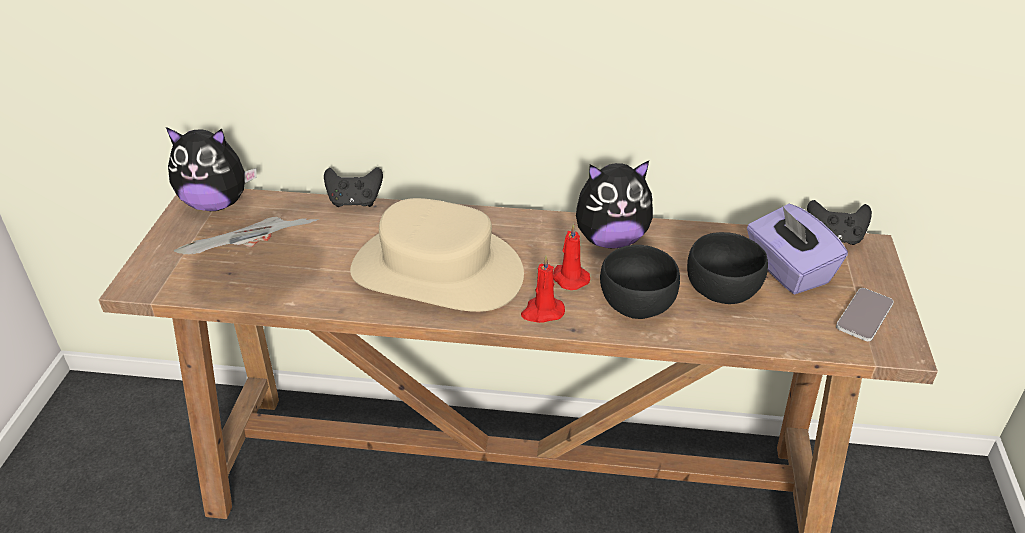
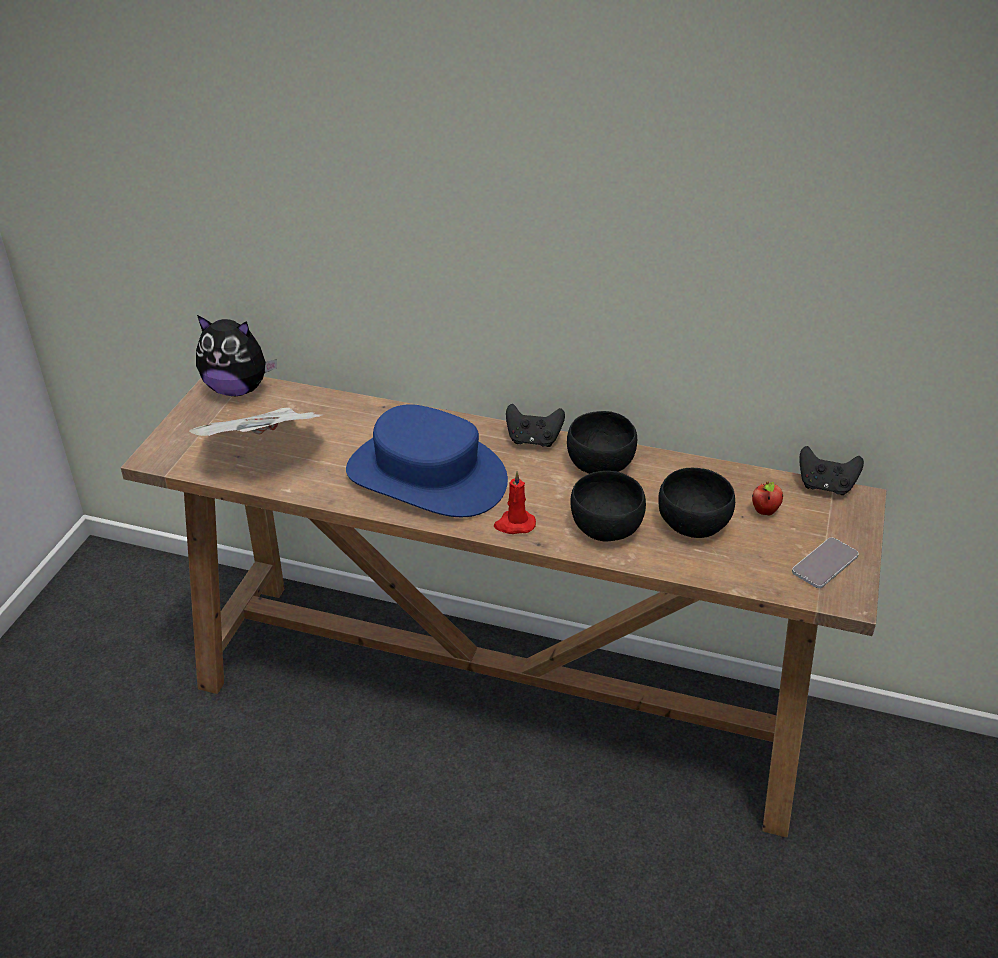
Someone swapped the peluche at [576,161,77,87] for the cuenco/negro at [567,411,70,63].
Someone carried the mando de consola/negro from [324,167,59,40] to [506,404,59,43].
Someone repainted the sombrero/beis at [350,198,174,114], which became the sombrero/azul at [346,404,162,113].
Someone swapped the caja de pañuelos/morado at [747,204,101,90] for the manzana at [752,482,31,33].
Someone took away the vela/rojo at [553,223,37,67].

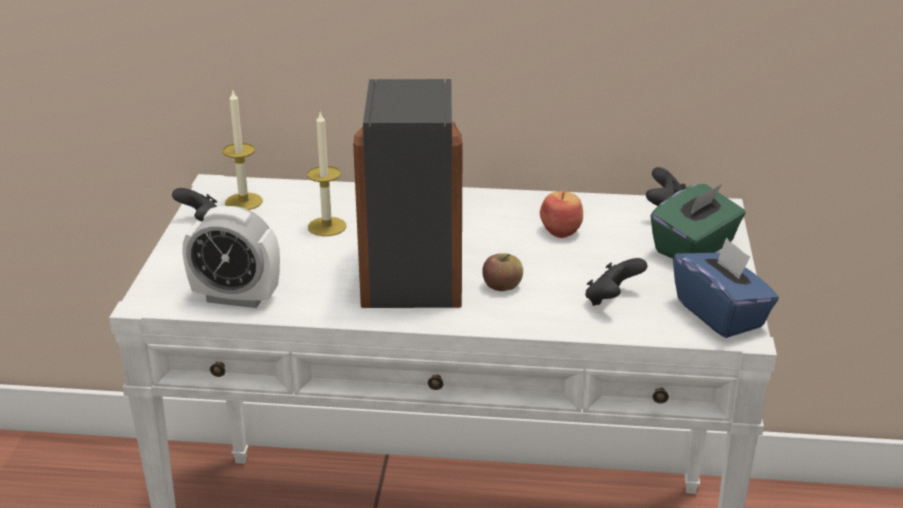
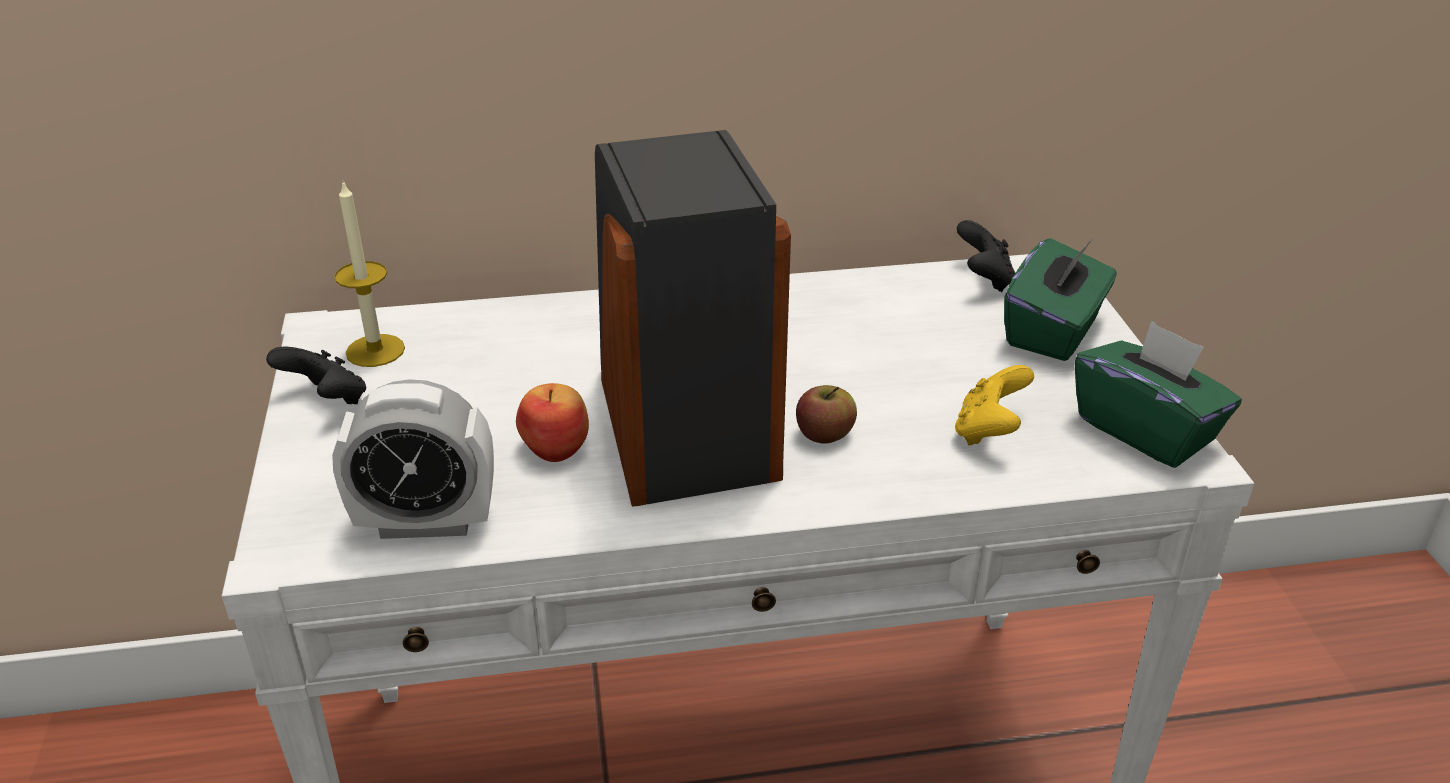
Someone took away the vela at [307,112,39,124].
Someone carried the manzana from [540,191,43,47] to [516,383,73,79].
Someone repainted the caja de pañuelos/azul at [673,237,106,101], which became the caja de pañuelos/verde at [1074,320,168,148].
Someone repainted the mando de consola/negro at [585,258,62,48], which became the mando de consola/amarillo at [955,365,79,81].

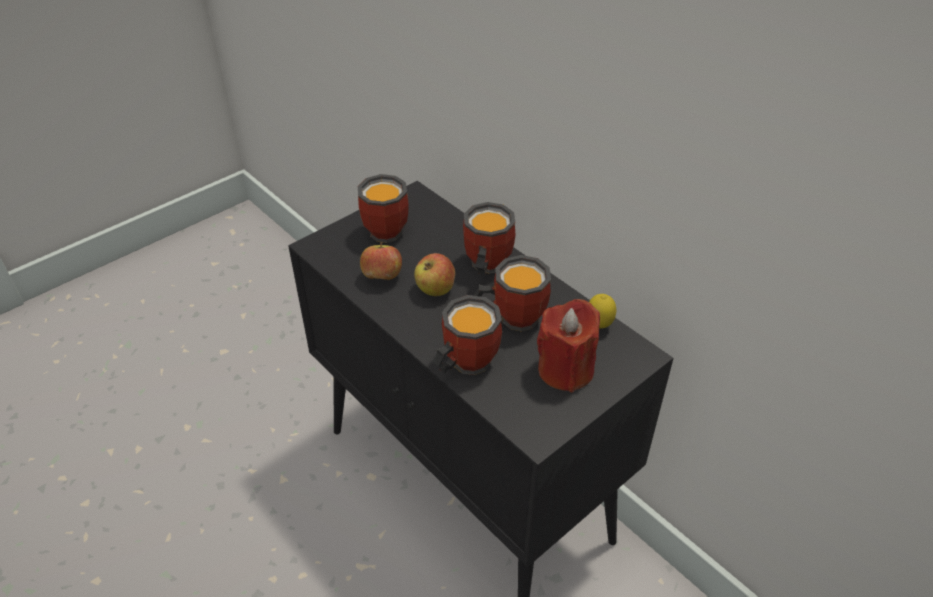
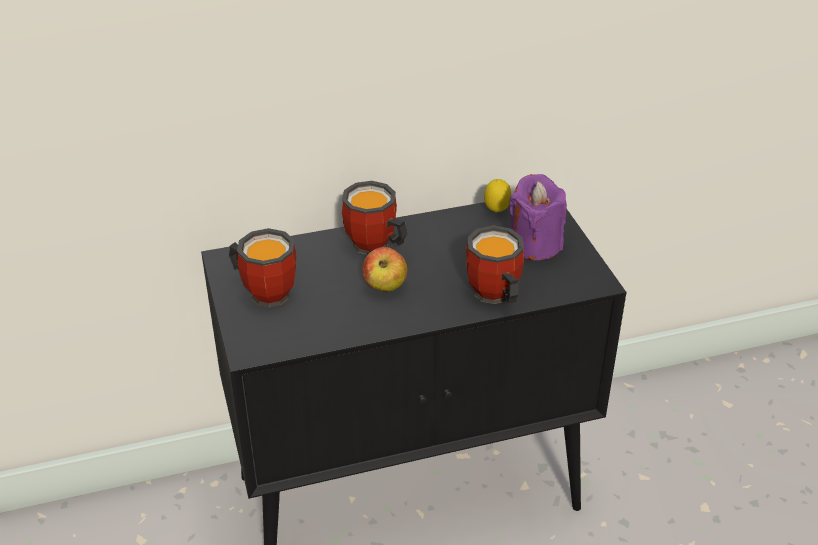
Someone took away the manzana at [360,242,42,38].
Someone took away the taza grande at [474,255,77,76].
Someone repainted the vela/rojo at [537,299,63,93], which became the vela/morado at [509,174,58,86].

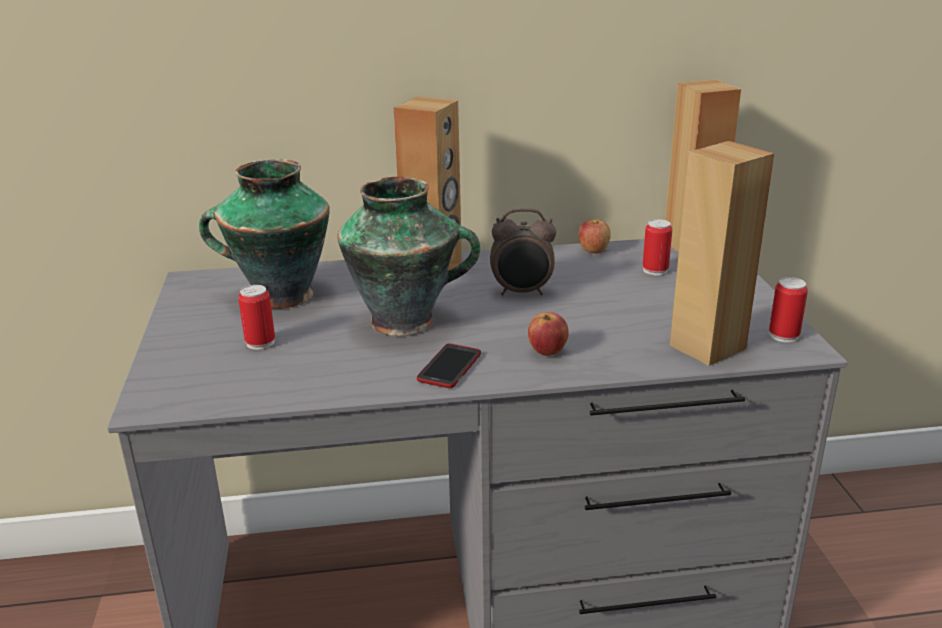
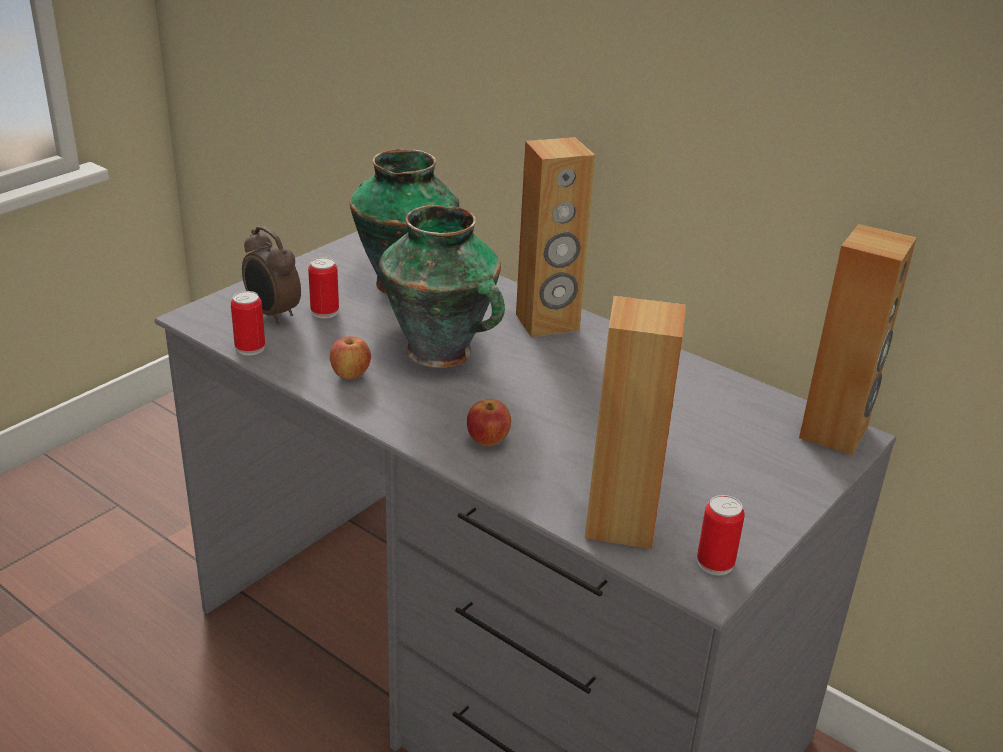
Someone carried the despertador from [490,208,66,88] to [242,226,59,98].
Someone carried the manzana from [578,219,33,34] to [330,336,41,43].
Someone carried the lata from [643,219,29,57] to [231,291,34,65].
Someone took away the móvil at [417,344,64,44].

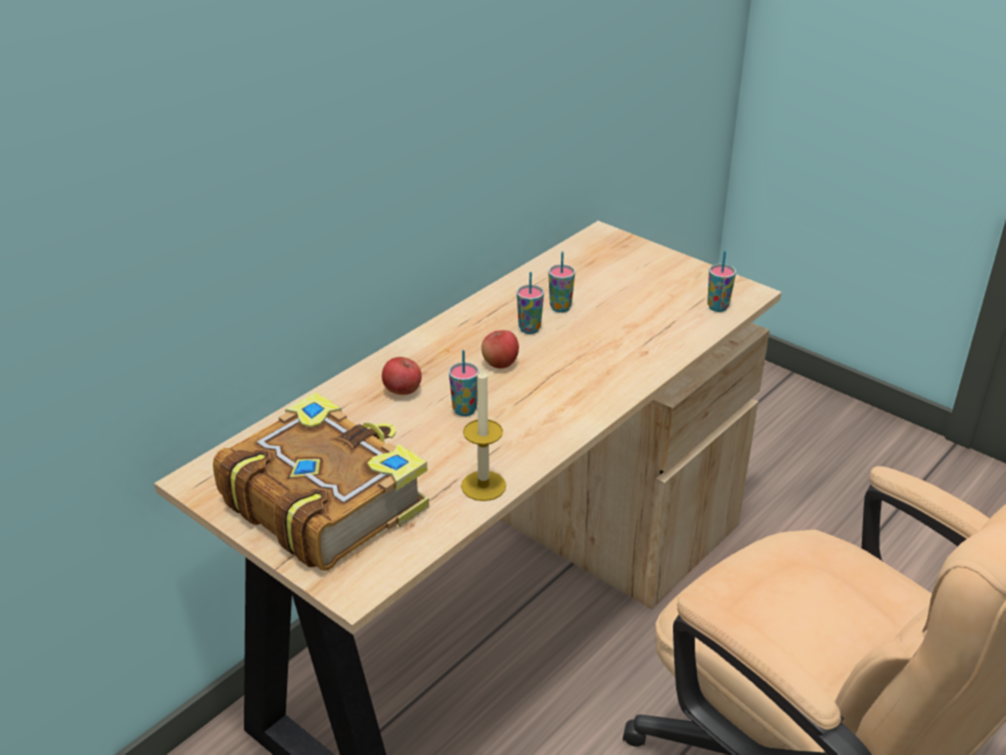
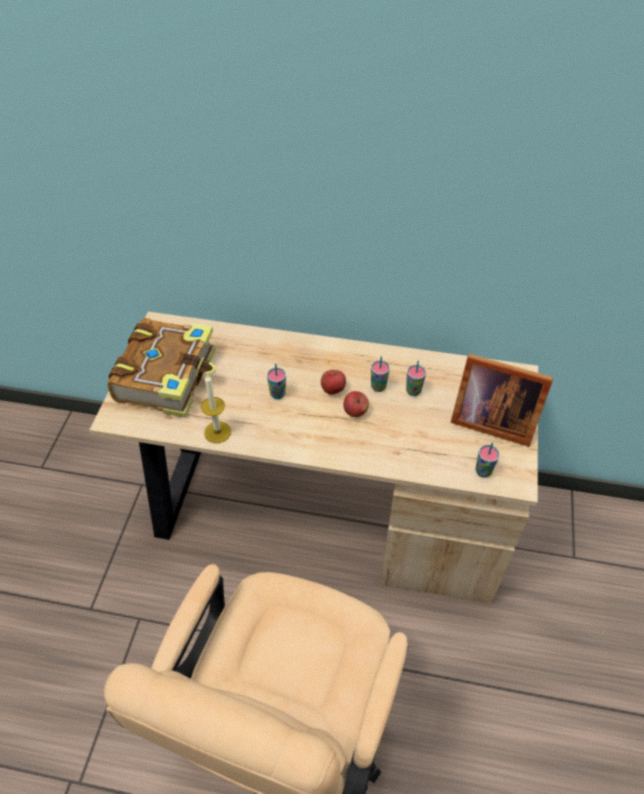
Someone carried the manzana from [382,357,40,38] to [343,391,26,26].
Someone put down the portarretratos at [451,354,102,93].

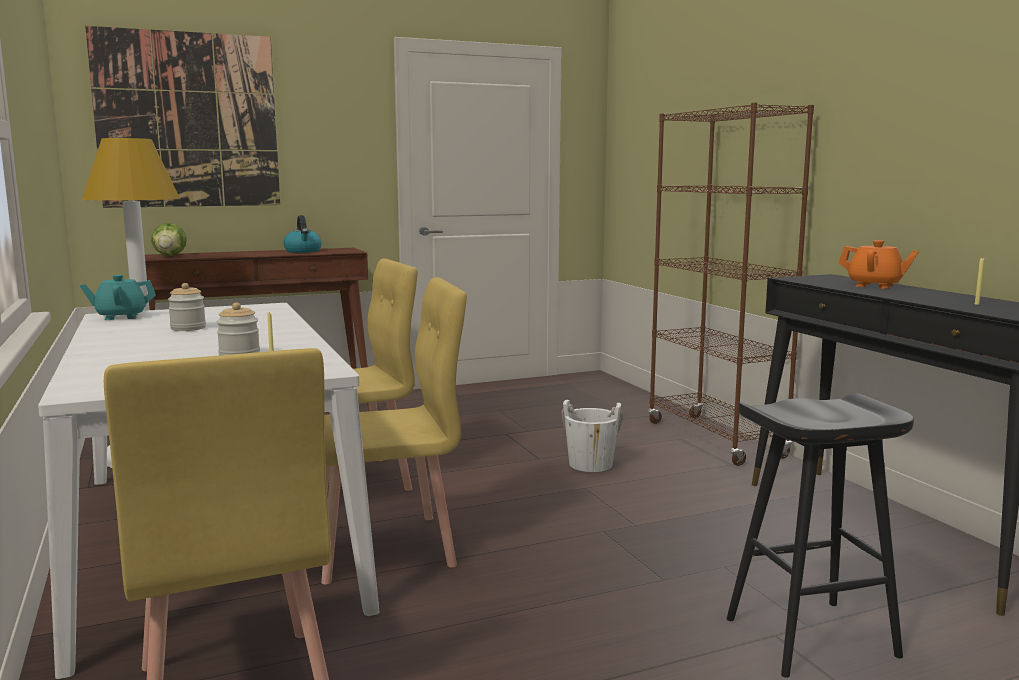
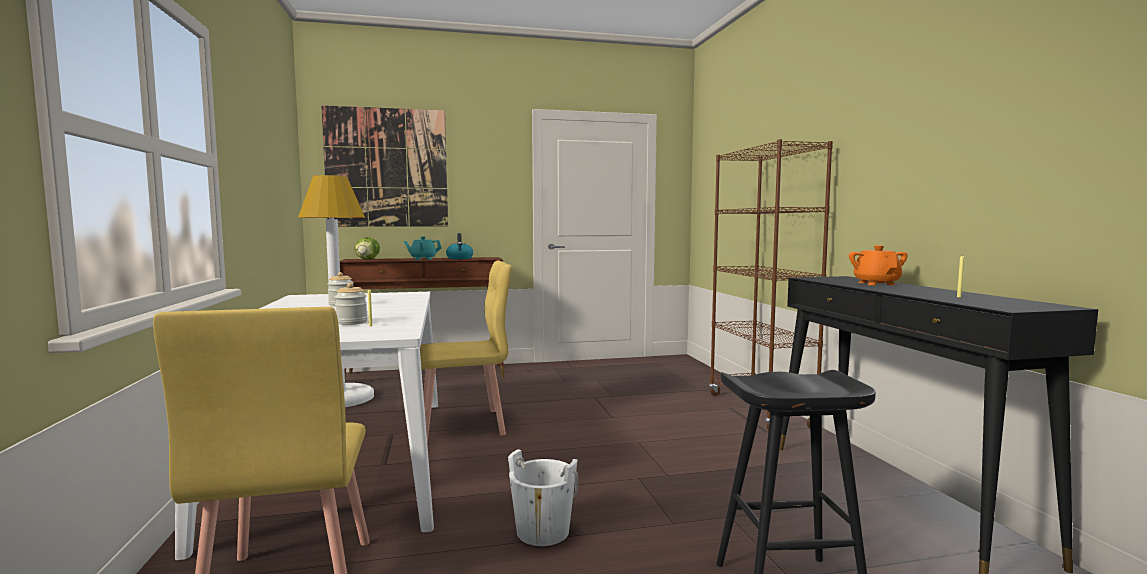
Someone rotated the tetera/naranja at [839,240,80,49] by 135 degrees counterclockwise.
Someone carried the tetera/turquesa from [80,275,76,45] to [404,236,38,24].
Someone took away the silla/amarillo at [321,277,146,308].
Someone carried the cubo/blanco from [562,400,61,72] to [508,449,70,97].

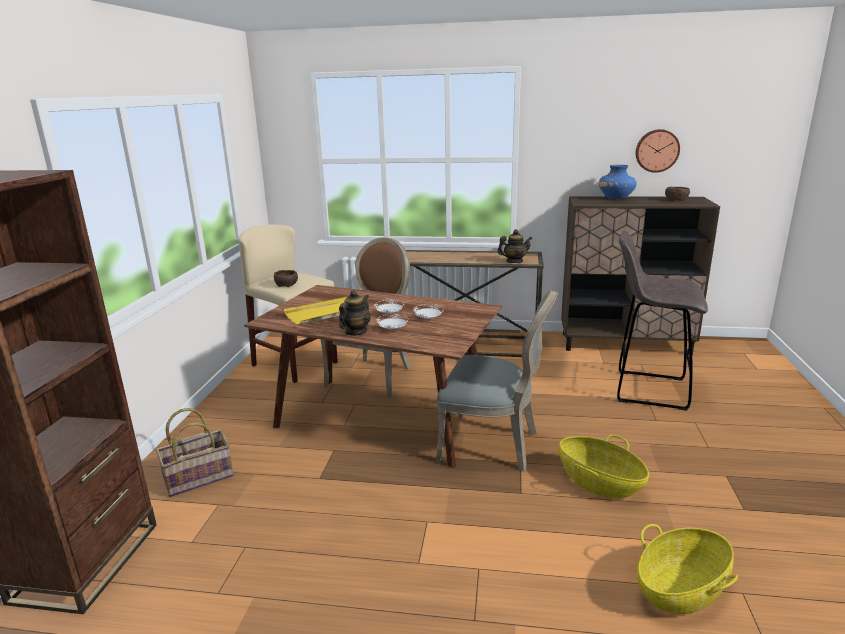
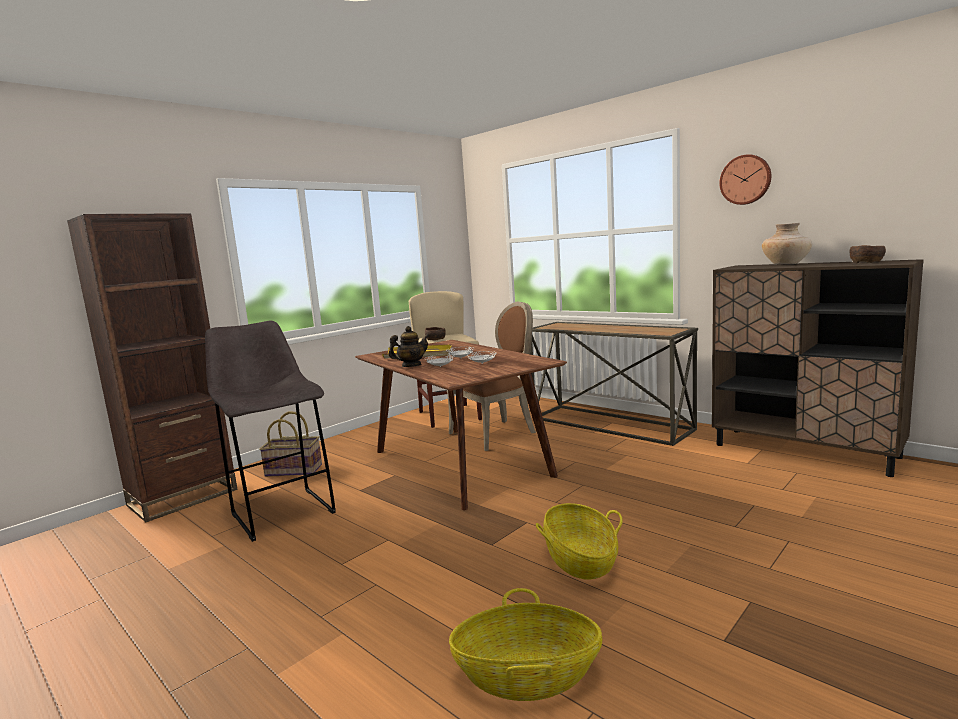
Someone carried the reloj de pared from [635,129,45,44] to [719,154,52,51].
Someone repainted the florero/azul at [599,165,38,34], which became the florero/beis at [762,223,50,41].
Someone took away the tetera at [497,229,36,34].
Someone carried the taburete/gris from [617,230,91,181] to [205,321,131,221].
Someone took away the silla/gris at [436,290,122,181].

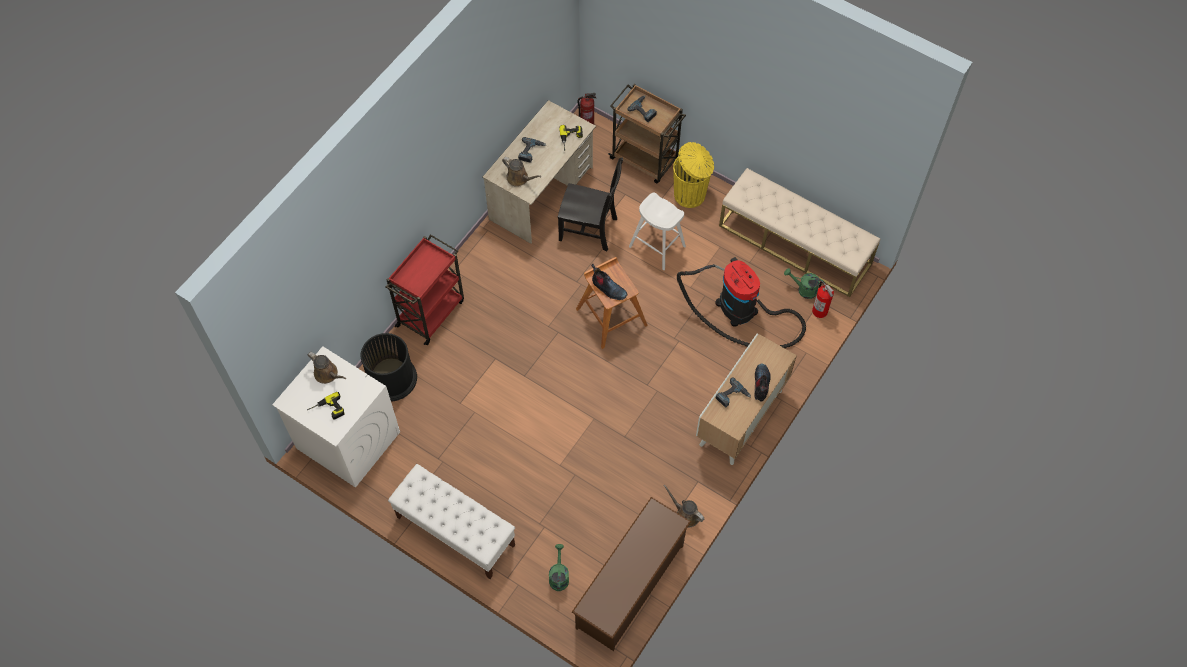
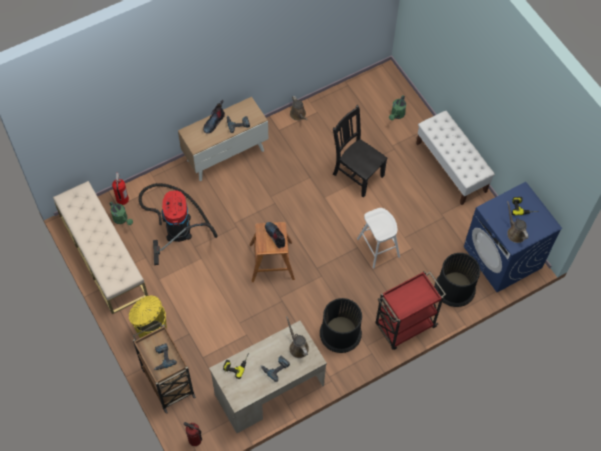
Someone carried the silla/negro from [558,158,65,93] to [333,105,54,92].
Someone carried the taburete/blanco from [629,193,57,77] to [357,208,43,60].
Someone repainted the lavadora/blanco at [272,347,128,141], which became the lavadora/azul at [464,182,99,110].
Someone took away the zapatero/marrón at [572,497,119,154].
Someone put down the papelera/negro at [320,298,42,55].

